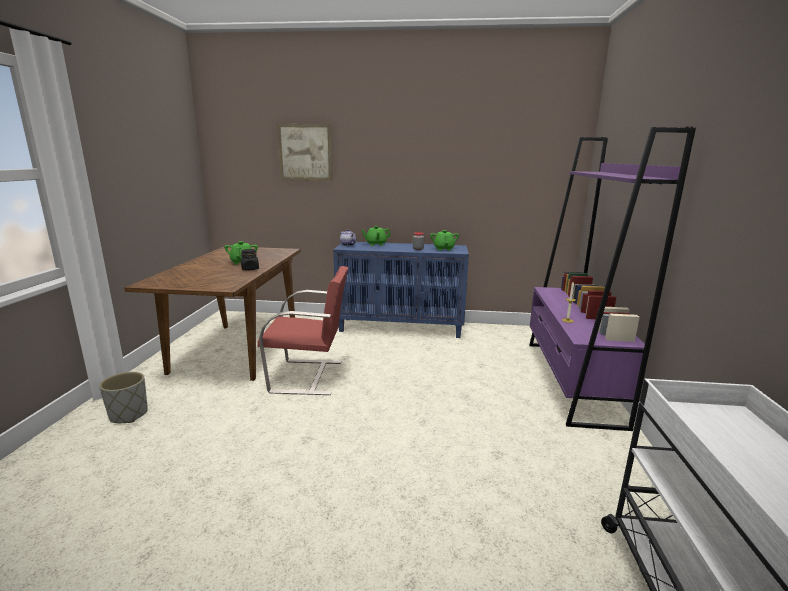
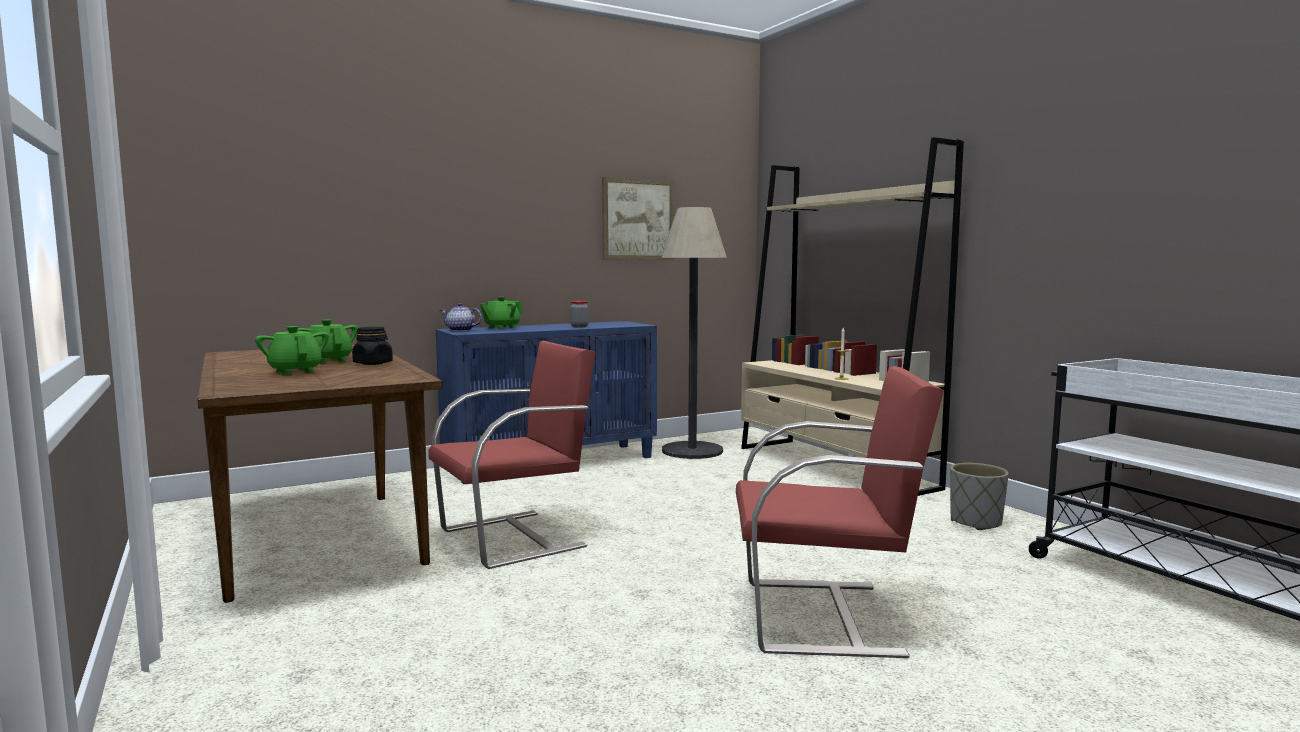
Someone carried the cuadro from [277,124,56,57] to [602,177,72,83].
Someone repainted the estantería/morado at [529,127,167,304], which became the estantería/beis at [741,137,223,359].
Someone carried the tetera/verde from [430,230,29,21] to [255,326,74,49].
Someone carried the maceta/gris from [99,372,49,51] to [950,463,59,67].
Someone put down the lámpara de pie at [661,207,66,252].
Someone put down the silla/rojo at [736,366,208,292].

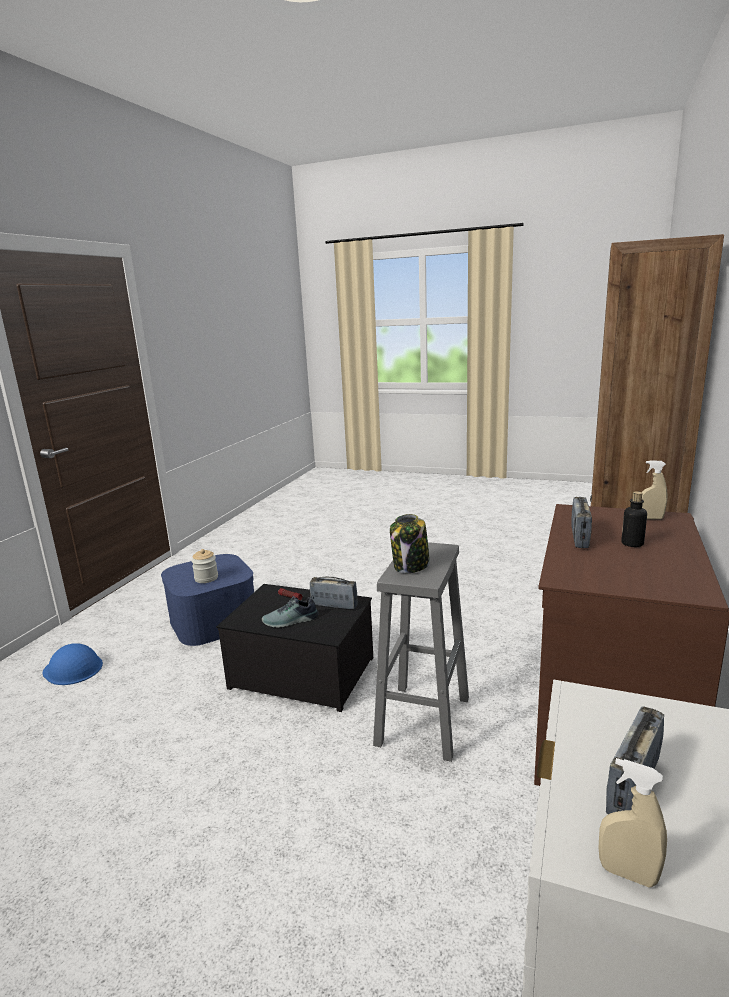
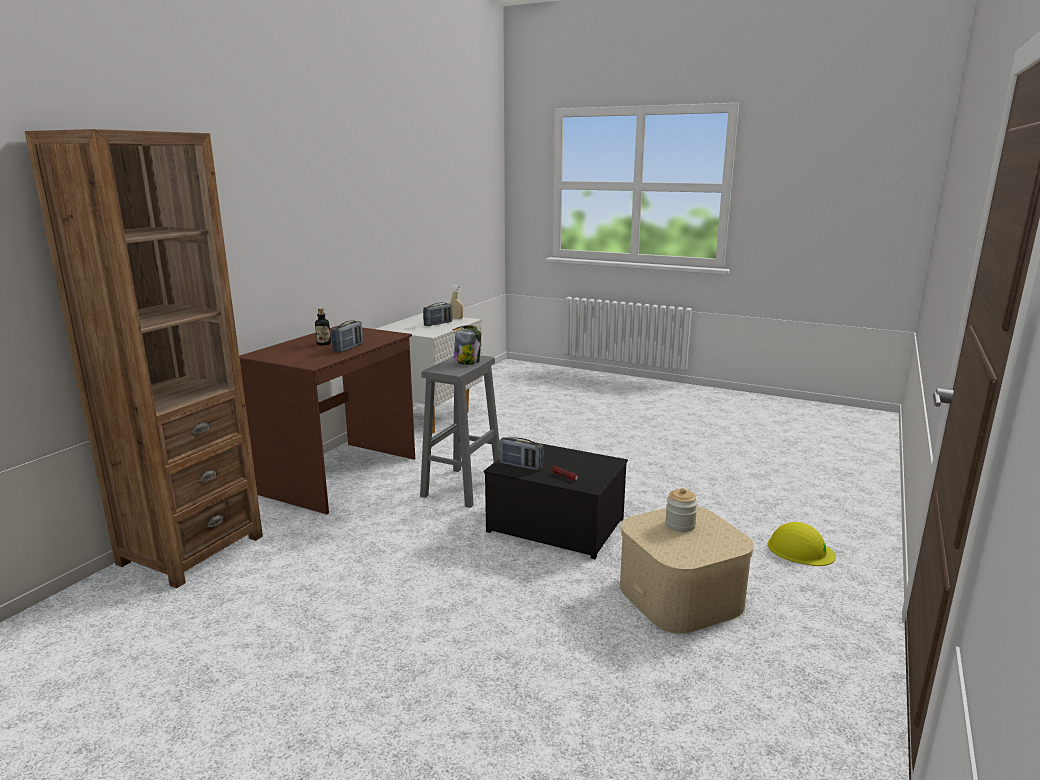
Someone took away the pulverizador/beis at [642,461,26,58].
Someone repainted the caja de almacenaje/azul at [161,554,93,92], which became the caja de almacenaje/beis at [619,506,135,128].
Someone took away the zapato at [262,595,57,33].
Someone repainted the casco/azul at [43,643,60,42], which became the casco/amarillo at [768,522,68,44].

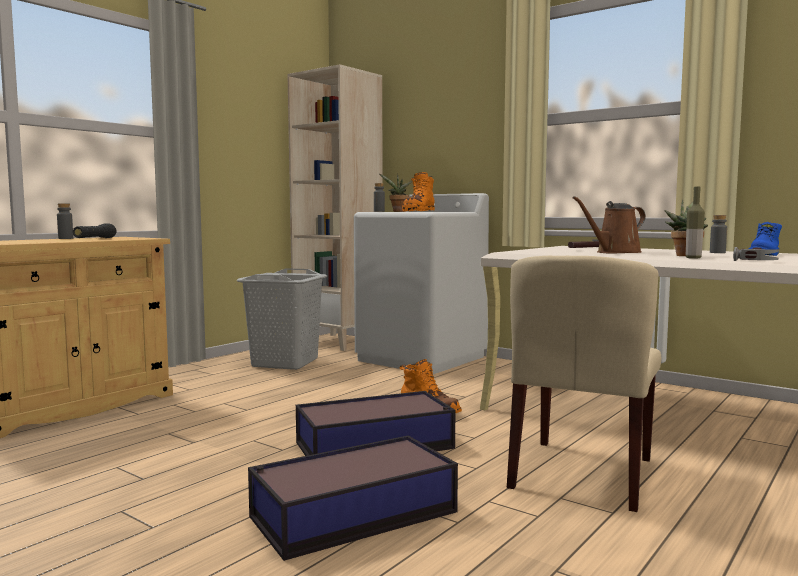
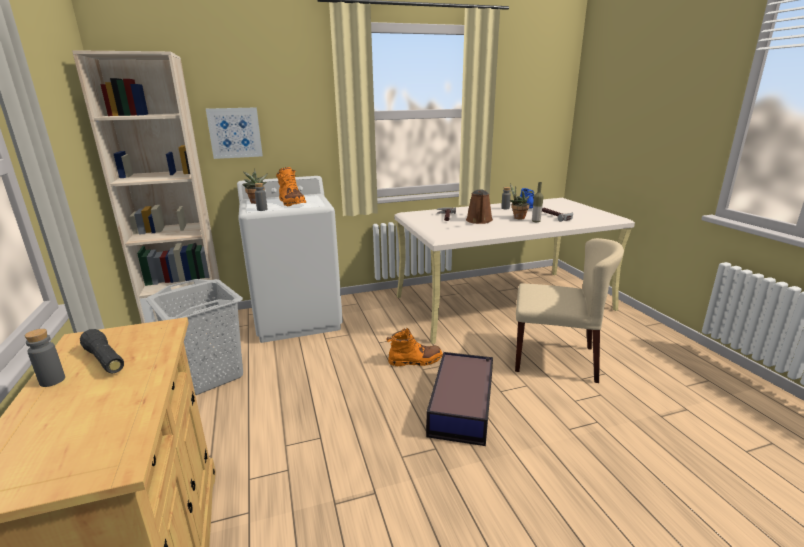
Someone rotated the silla/beis at [507,256,154,256] by 45 degrees counterclockwise.
Someone took away the caja de almacenaje at [248,436,210,125].
Someone put up the cuadro at [206,107,57,52].

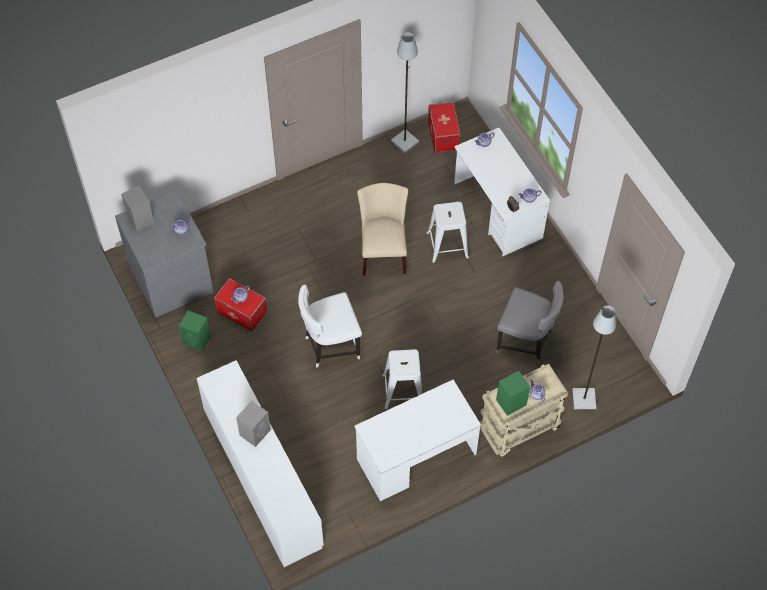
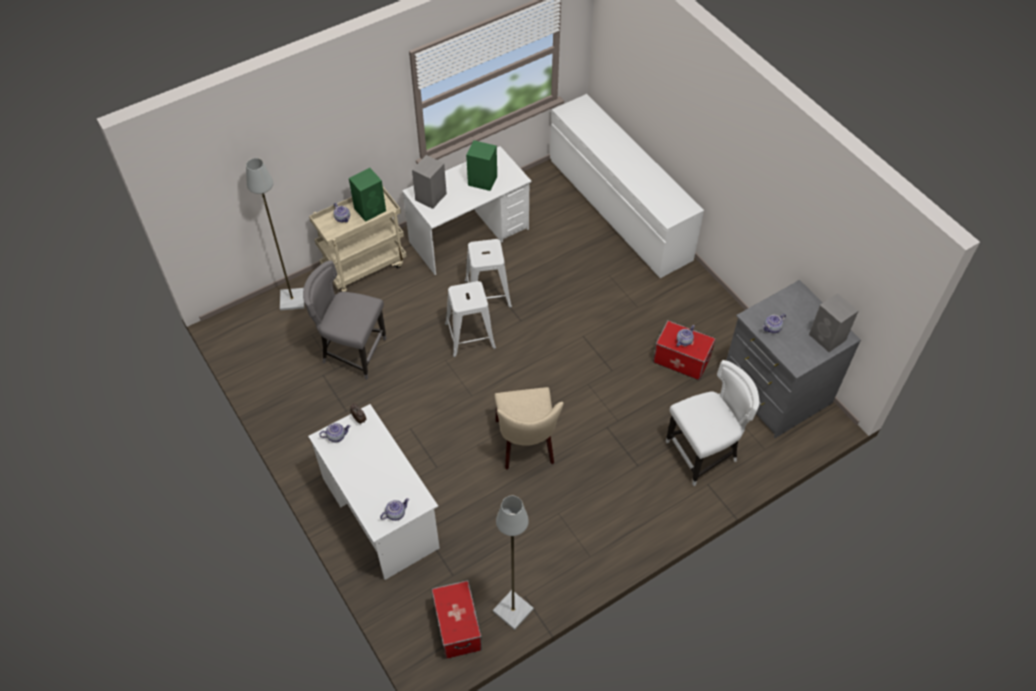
Someone carried the taburete/blanco from [427,202,42,61] to [445,281,51,76].
Someone carried the silla/blanco from [298,284,64,84] to [666,360,93,126].
Someone carried the altavoz/verde from [179,310,32,42] to [466,140,31,51].
Someone carried the altavoz/gris from [236,401,35,46] to [412,155,35,54].

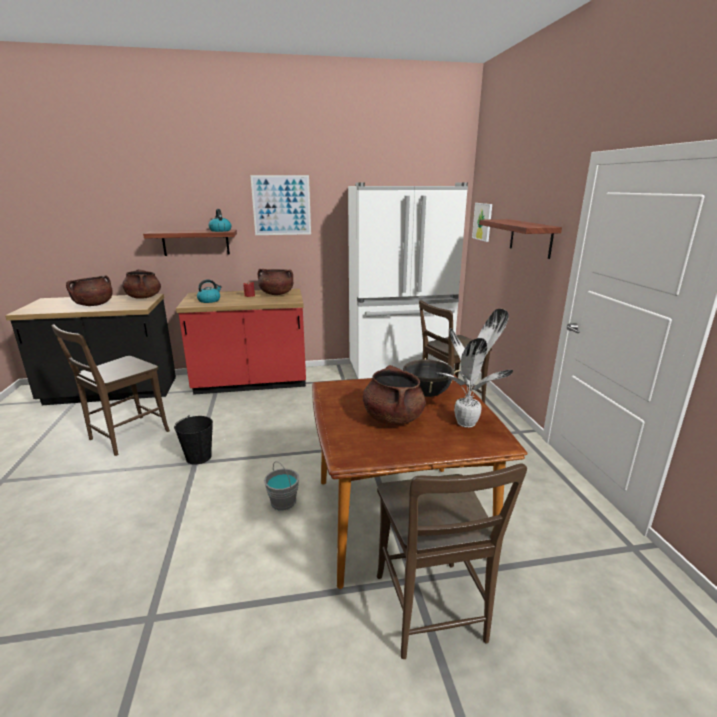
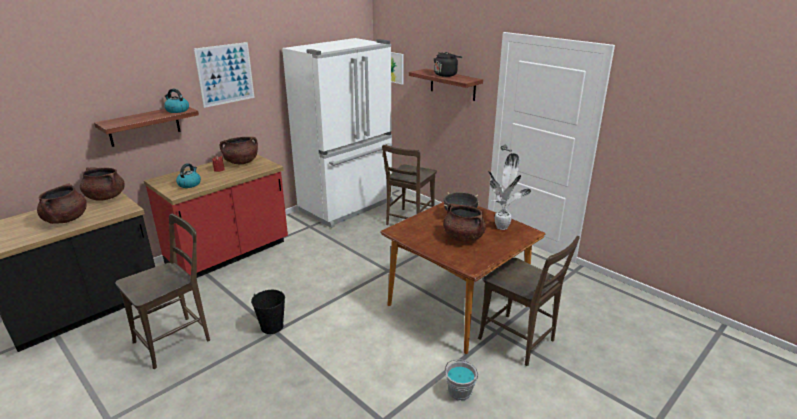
Someone rotated the silla/marrón at [51,324,119,132] by 135 degrees counterclockwise.
Someone carried the cubo/gris from [264,461,35,50] to [445,359,33,42].
Someone put down the hervidor/negro at [434,52,29,25].

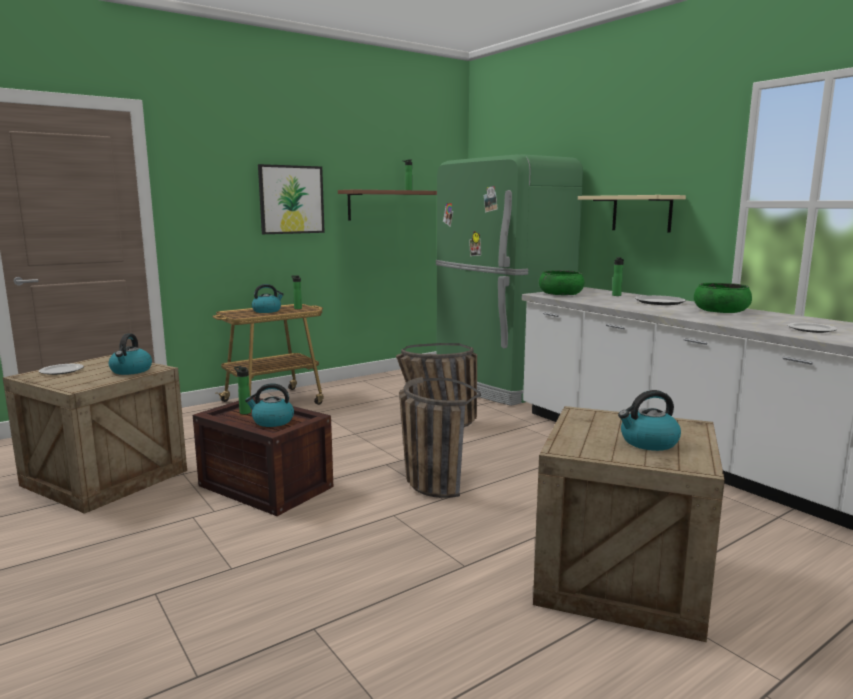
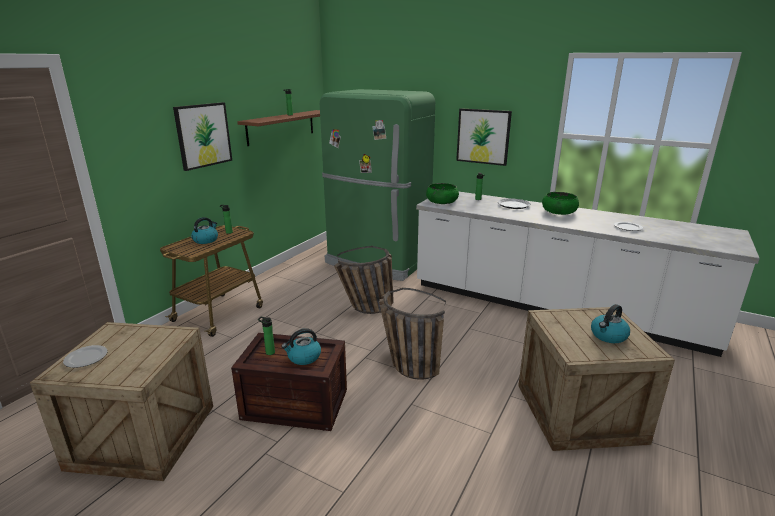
Someone swapped the estante/beis at [578,195,108,38] for the cuadro at [456,108,56,58].
Someone took away the hervidor at [109,333,43,42].

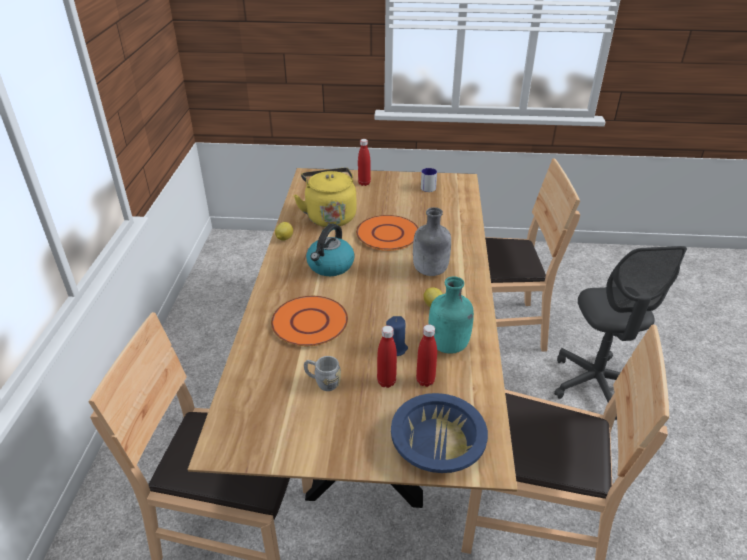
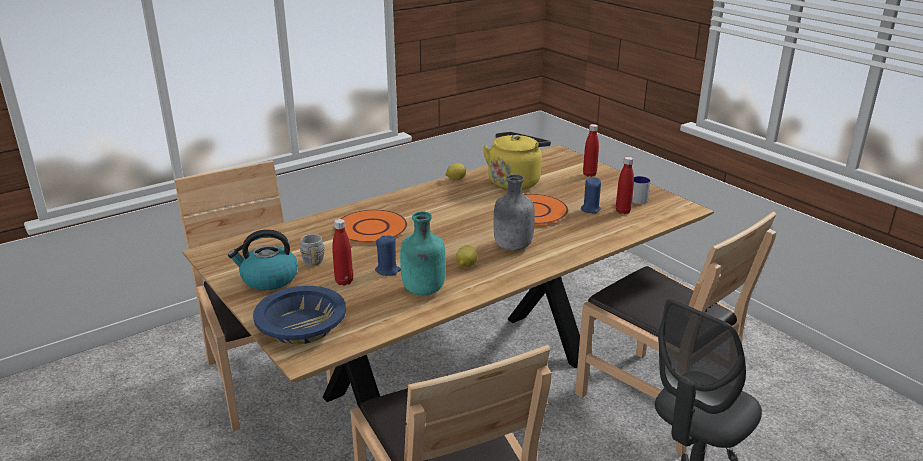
Someone carried the hervidor from [306,224,49,52] to [228,230,70,60].
Someone carried the botella/rojo from [416,324,21,63] to [616,157,18,57].
Someone put down the vela/azul at [581,177,20,36].

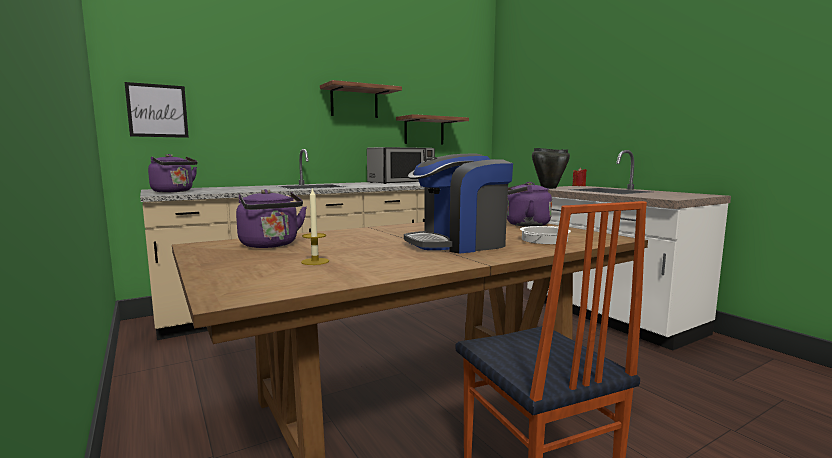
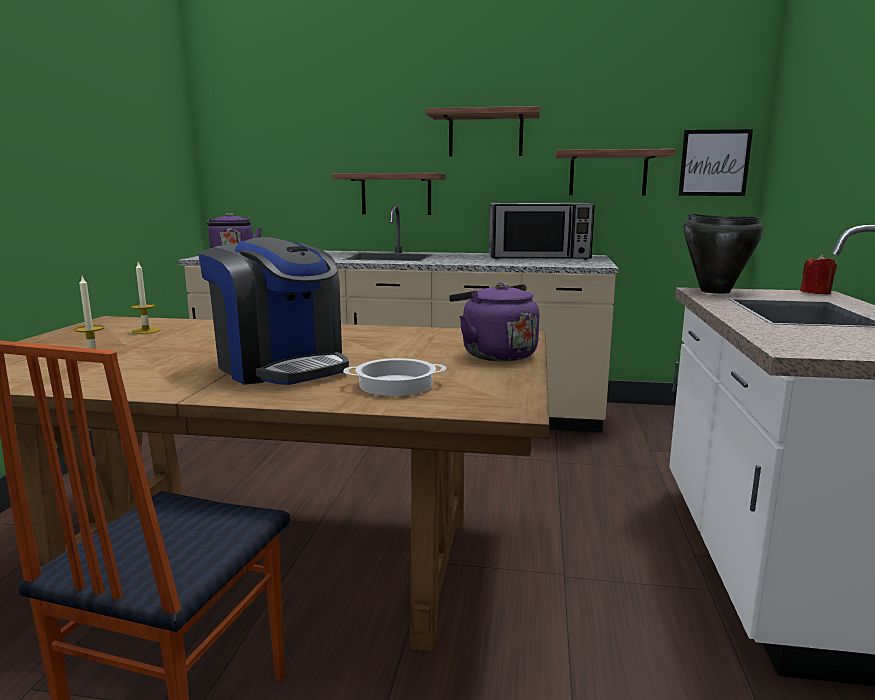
Someone carried the cuadro from [125,82,64,56] to [678,129,75,67].
Someone rotated the cafetera at [404,154,109,100] by 150 degrees counterclockwise.
Someone swapped the hervidor/morado at [236,189,71,59] for the vela at [131,262,29,72].
Someone put up the estante at [333,173,113,42].

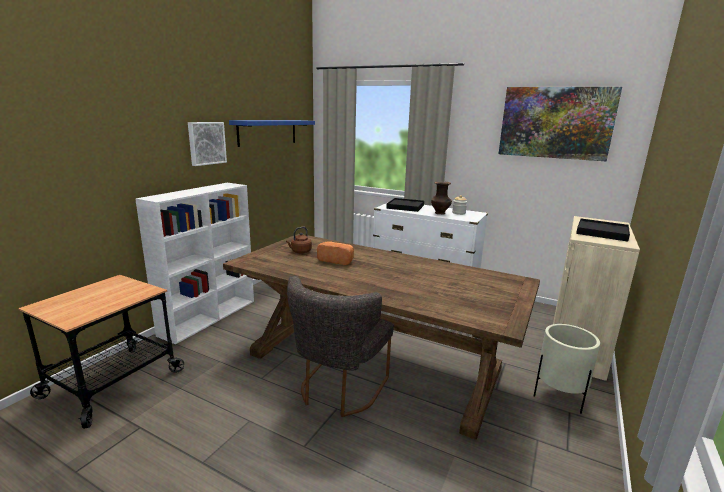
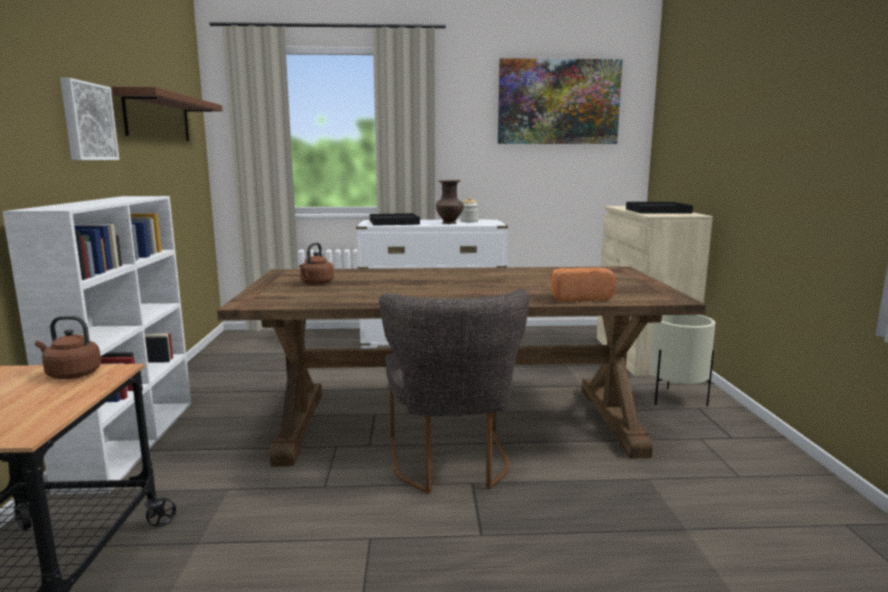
Someone repainted the estante/azul at [229,120,86,27], which became the estante/marrón at [112,87,110,54].
Someone carried the pan from [317,241,37,24] to [550,268,66,34].
Someone put down the hervidor/marrón at [35,316,66,63].

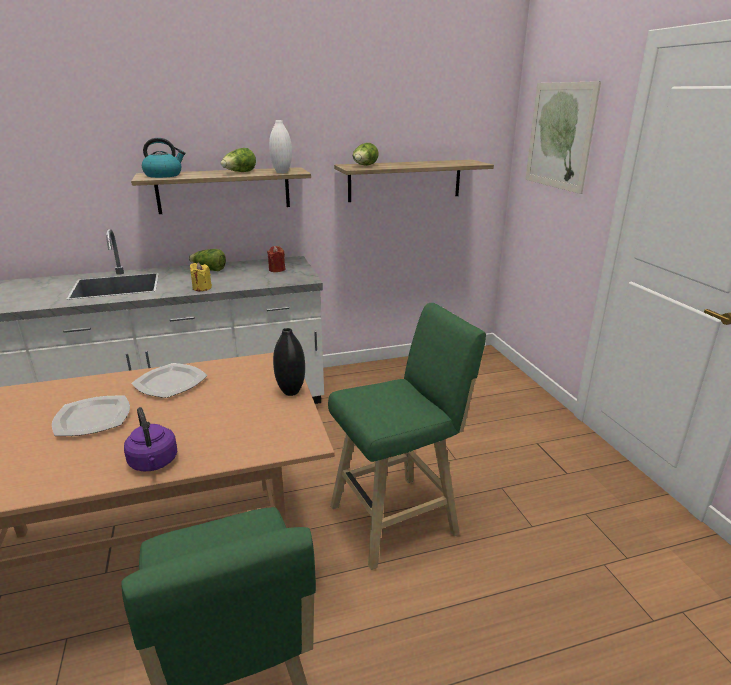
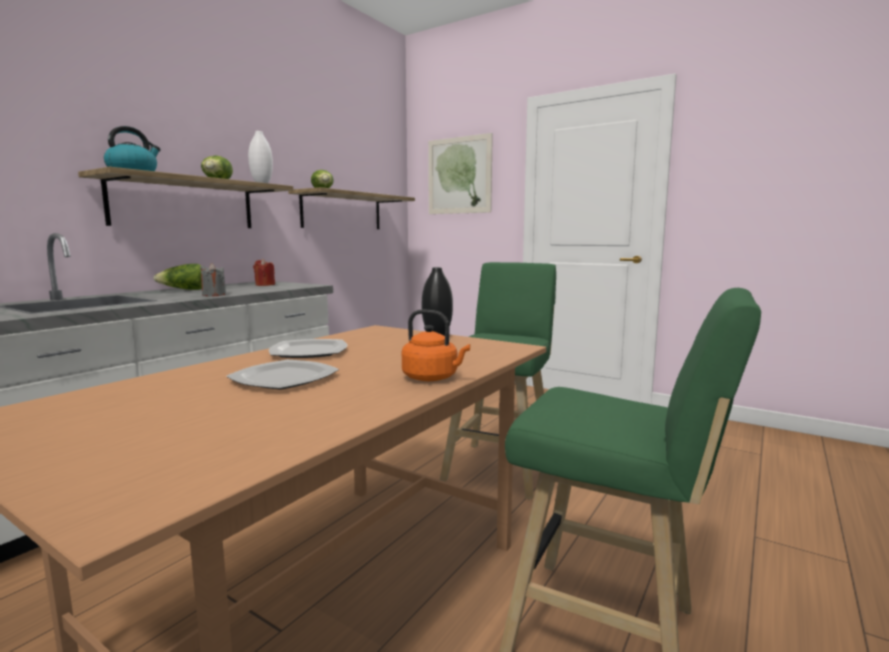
Someone repainted the vela/amarillo at [190,263,22,28], which became the vela/gris at [200,263,26,33].
Someone repainted the hervidor/morado at [124,407,53,64], which became the hervidor/naranja at [402,309,68,72].

